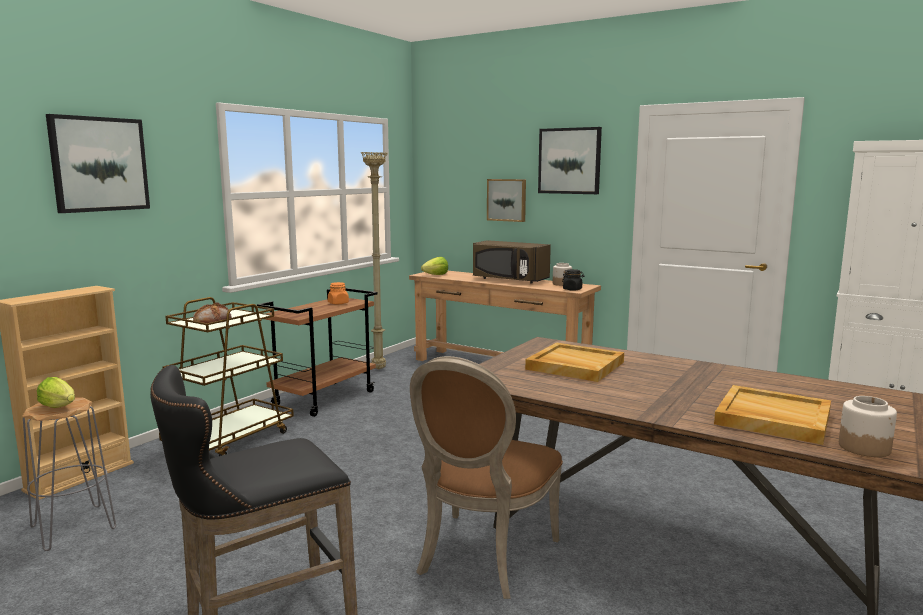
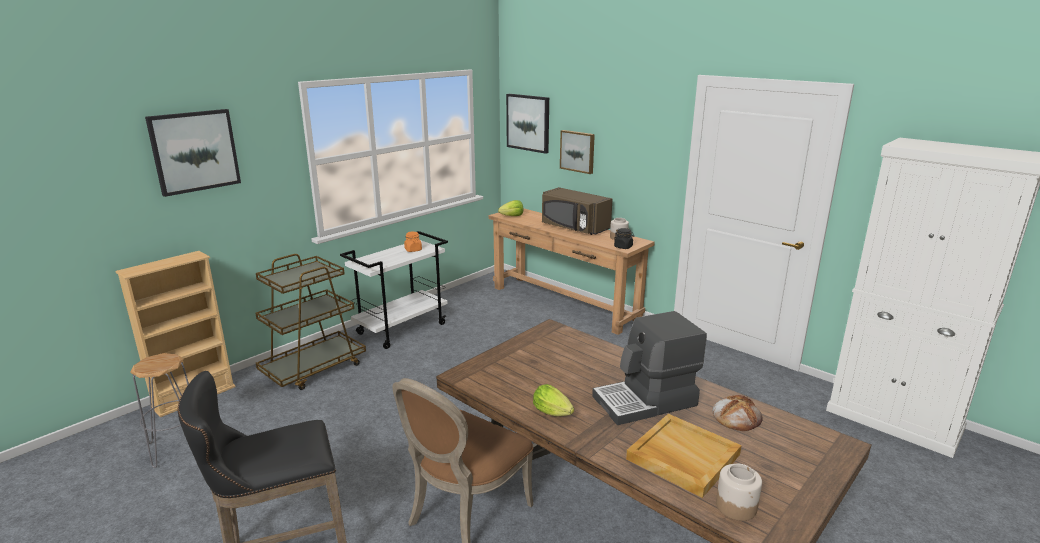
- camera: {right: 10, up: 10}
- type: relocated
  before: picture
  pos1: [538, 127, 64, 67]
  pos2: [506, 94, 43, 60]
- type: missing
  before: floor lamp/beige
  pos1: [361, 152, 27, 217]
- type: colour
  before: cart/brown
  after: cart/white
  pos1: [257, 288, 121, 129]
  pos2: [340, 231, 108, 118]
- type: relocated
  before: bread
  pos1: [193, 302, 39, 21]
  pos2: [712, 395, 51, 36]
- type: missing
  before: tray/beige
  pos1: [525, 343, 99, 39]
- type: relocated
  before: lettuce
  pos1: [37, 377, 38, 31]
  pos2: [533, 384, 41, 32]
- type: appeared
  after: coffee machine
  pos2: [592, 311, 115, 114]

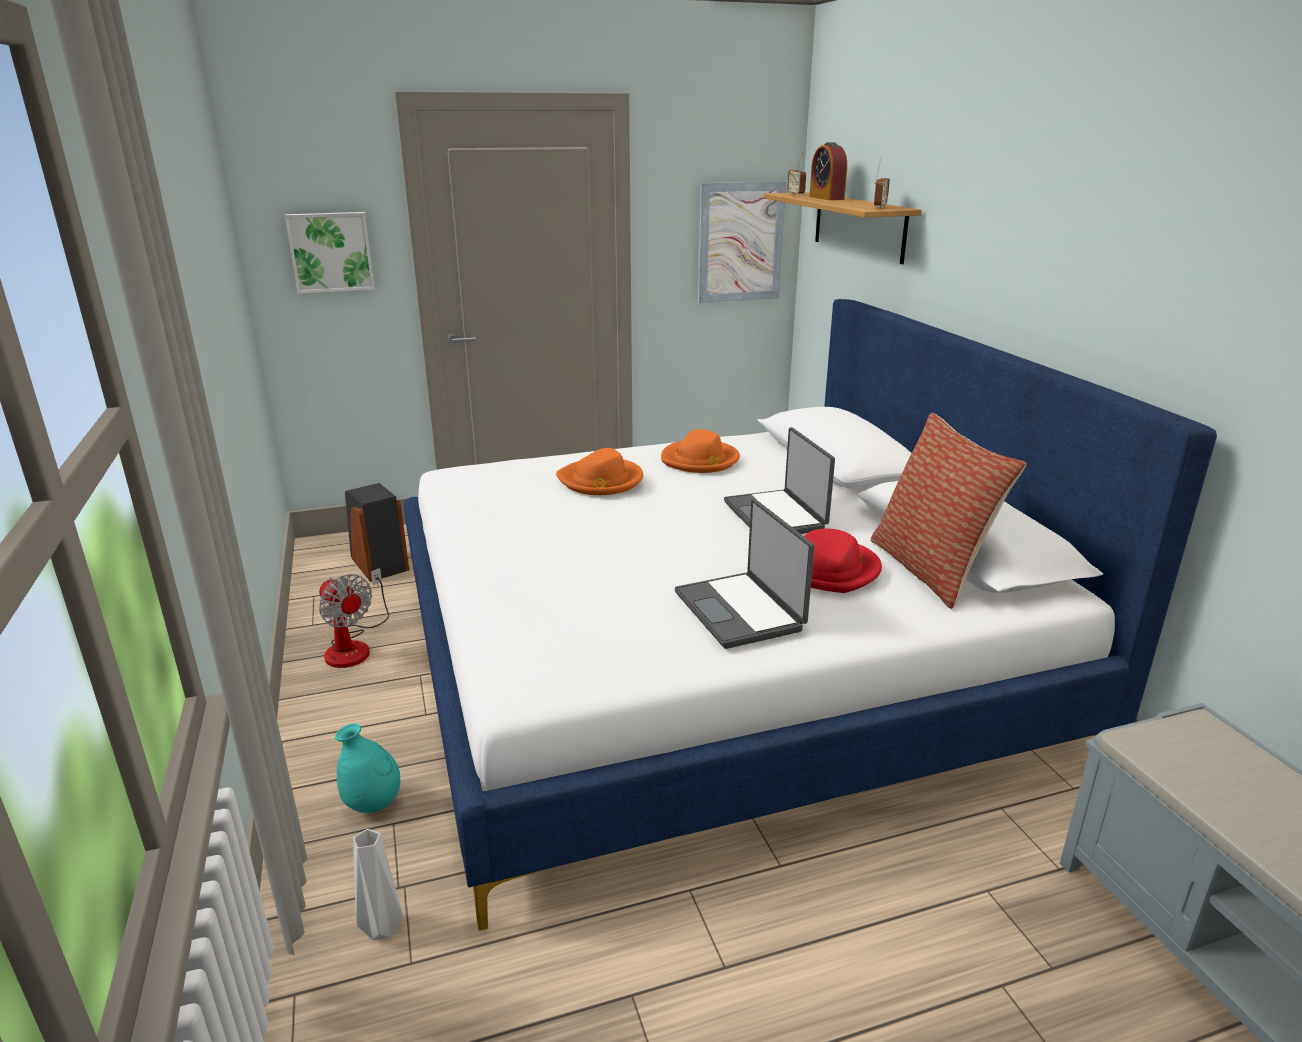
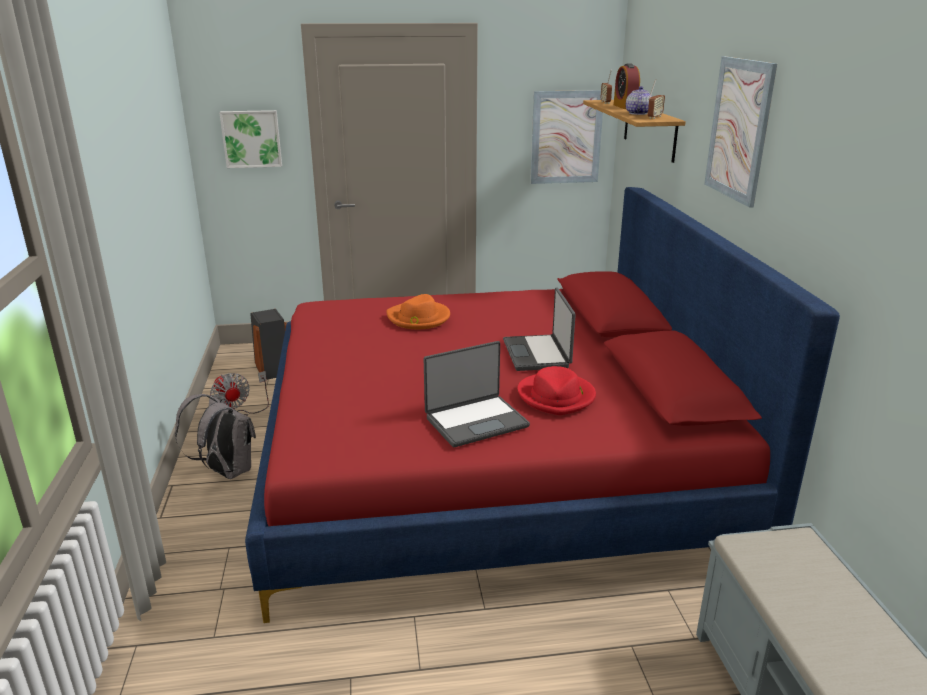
- camera: {right: 10, up: 0}
- type: colour
  before: bed/white
  after: bed/red
  pos1: [404, 299, 813, 632]
  pos2: [245, 187, 595, 436]
- type: missing
  before: pillow
  pos1: [871, 413, 155, 196]
- type: missing
  before: hat/orange
  pos1: [661, 429, 79, 44]
- type: spun
  before: laptop
  pos1: [675, 499, 139, 150]
  pos2: [424, 341, 106, 106]
  turn: -105
- type: missing
  before: vase/turquoise
  pos1: [335, 723, 65, 90]
- type: missing
  before: vase/grey
  pos1: [353, 829, 50, 111]
- type: appeared
  after: picture
  pos2: [704, 56, 73, 151]
- type: appeared
  after: teapot
  pos2: [626, 86, 26, 29]
- type: appeared
  after: backpack/grey
  pos2: [175, 394, 81, 85]

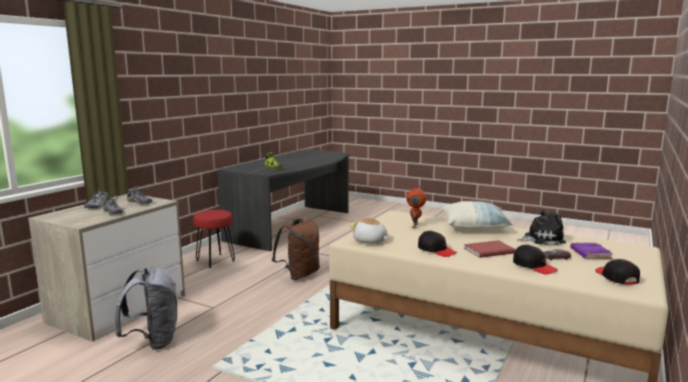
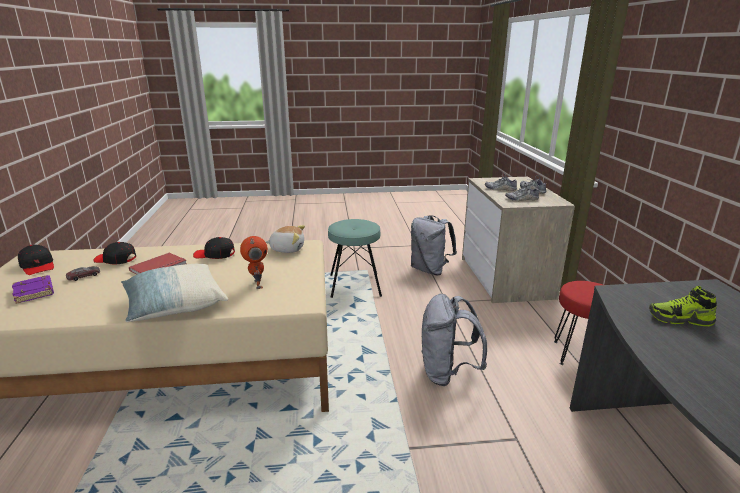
- camera: {right: 145, up: 10}
- type: missing
  before: plush toy
  pos1: [516, 210, 50, 35]
- type: colour
  before: backpack/brown
  after: backpack/grey
  pos1: [272, 219, 48, 61]
  pos2: [421, 294, 66, 92]
- type: appeared
  after: stool/turquoise
  pos2: [328, 219, 54, 79]

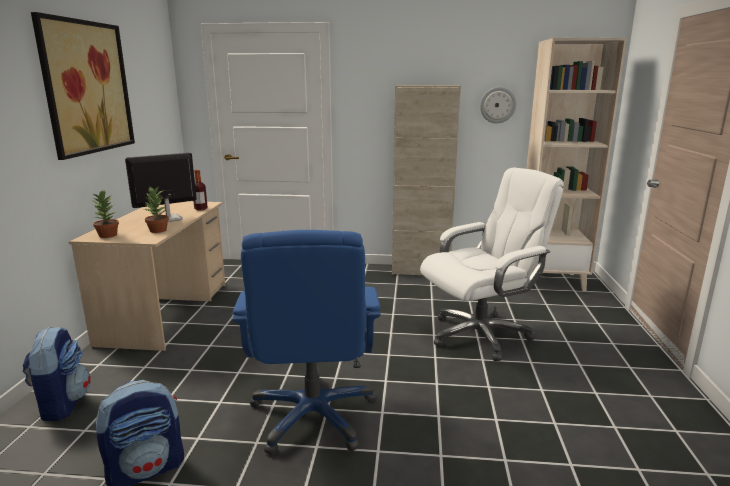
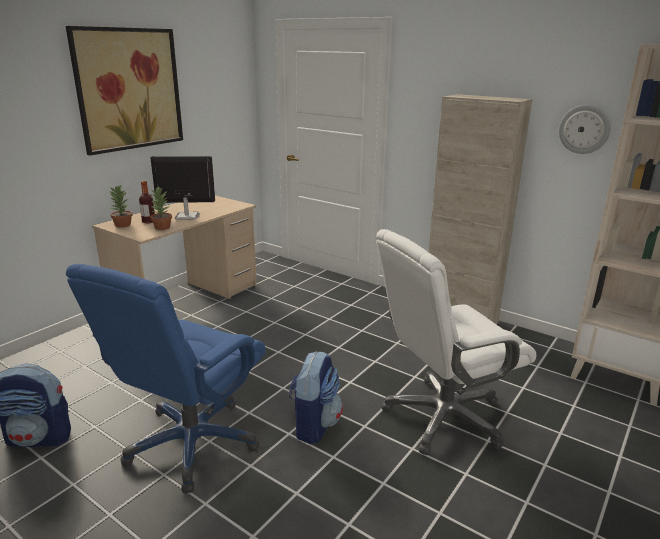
- camera: {right: 30, up: 5}
- type: spun
  before: office chair/white
  pos1: [420, 168, 144, 193]
  pos2: [376, 229, 160, 226]
  turn: 150
- type: relocated
  before: bottle
  pos1: [194, 170, 14, 40]
  pos2: [139, 181, 16, 43]
- type: relocated
  before: backpack
  pos1: [22, 327, 69, 94]
  pos2: [289, 351, 54, 93]

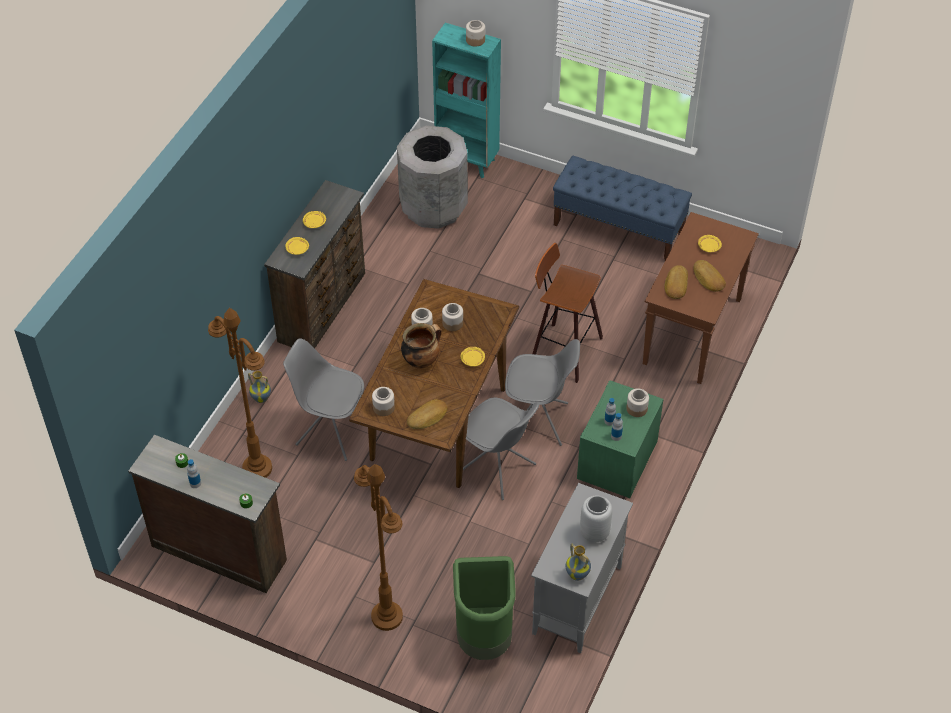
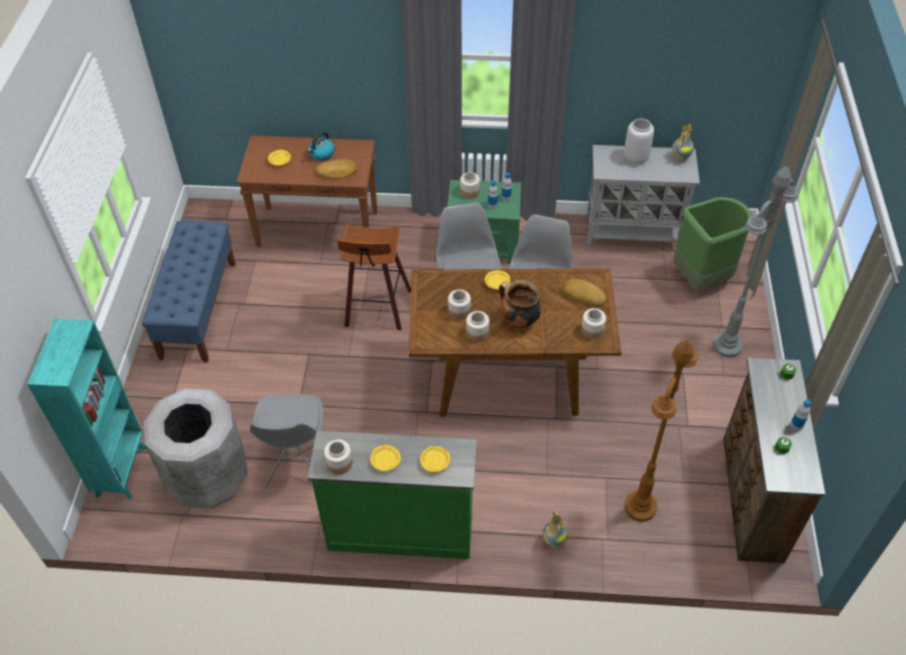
- camera: {right: -110, up: 0}
- type: relocated
  before: jar
  pos1: [466, 20, 19, 27]
  pos2: [324, 439, 29, 35]
- type: colour
  before: dresser/brown
  after: dresser/green
  pos1: [264, 180, 101, 168]
  pos2: [308, 431, 169, 128]
- type: exchanged
  before: bread
  after: kettle
  pos1: [693, 260, 33, 32]
  pos2: [308, 131, 27, 30]
- type: relocated
  before: chair/grey
  pos1: [283, 338, 81, 123]
  pos2: [250, 394, 73, 95]
- type: colour
  before: floor lamp/brown
  after: floor lamp/grey
  pos1: [354, 464, 49, 167]
  pos2: [713, 166, 85, 191]

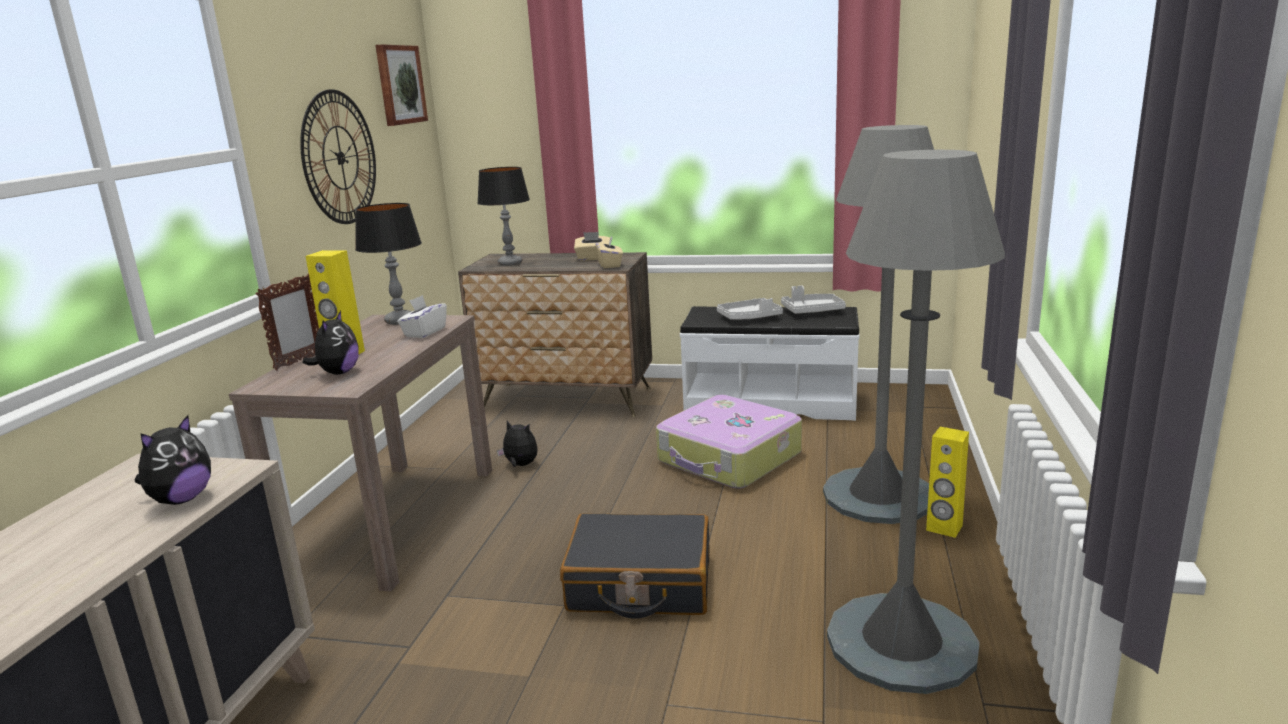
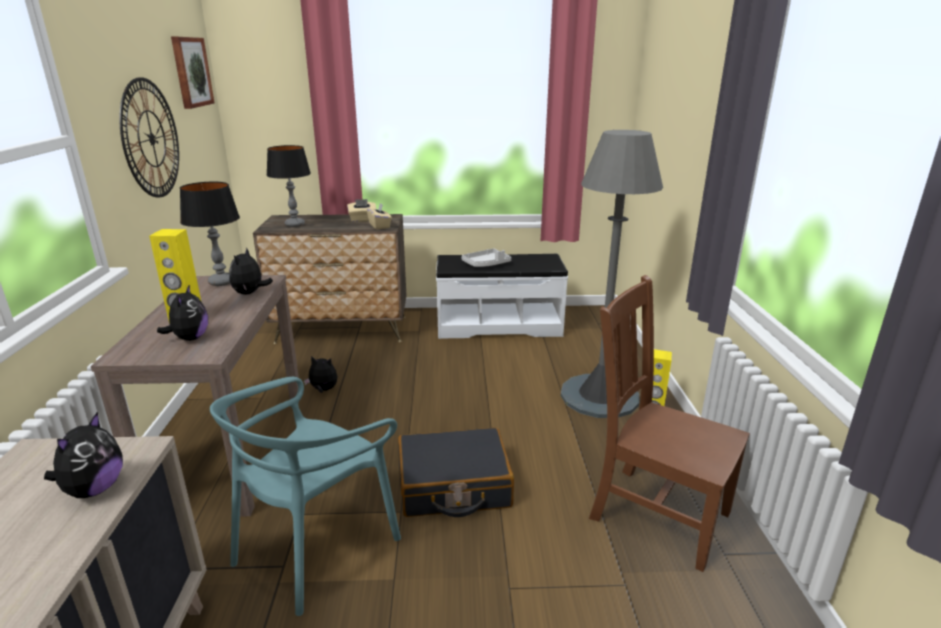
- camera: {right: -15, up: 5}
- type: exchanged
  before: floor lamp/grey
  after: chair/brown
  pos1: [827, 150, 178, 544]
  pos2: [589, 275, 161, 297]
- type: missing
  before: picture frame
  pos1: [255, 273, 64, 97]
- type: missing
  before: tray/grey
  pos1: [781, 286, 65, 28]
- type: exchanged
  before: tissue box/white
  after: plush toy
  pos1: [397, 295, 50, 43]
  pos2: [229, 247, 44, 48]
- type: missing
  before: suitcase
  pos1: [656, 395, 146, 94]
- type: appeared
  after: chair/turquoise
  pos2: [210, 377, 191, 239]

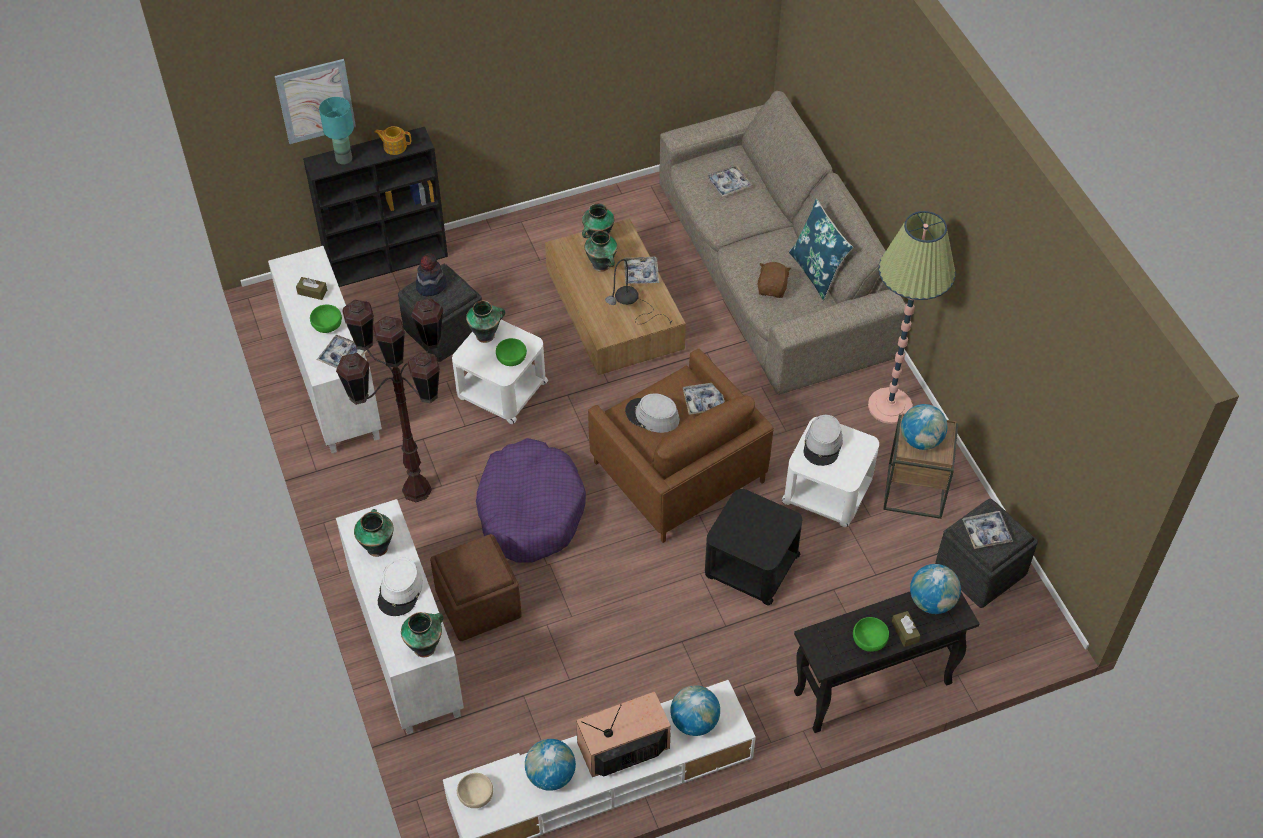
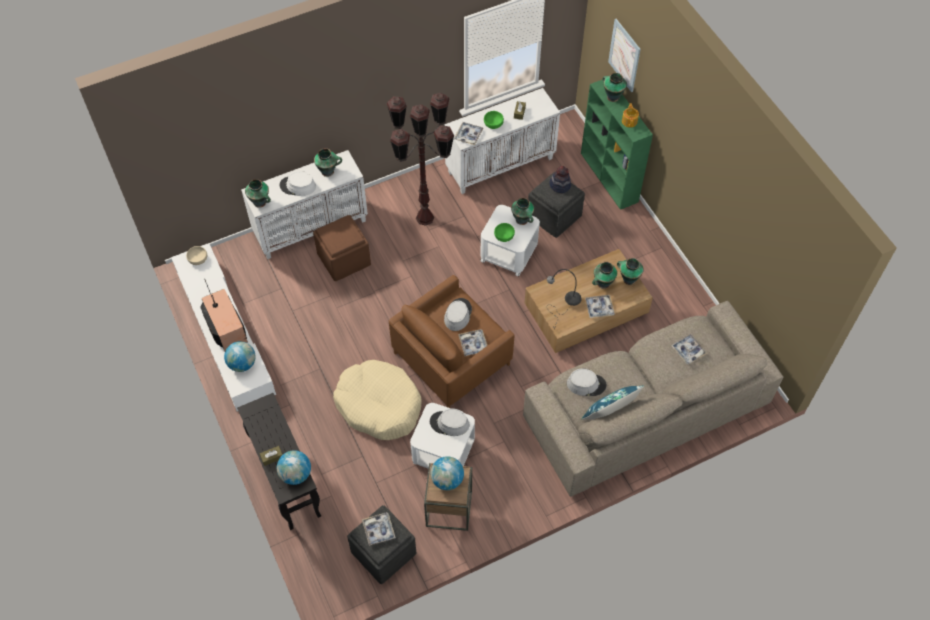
- camera: {right: 85, up: 5}
- type: exchanged
  before: table lamp/turquoise
  after: vase
  pos1: [319, 97, 35, 67]
  pos2: [603, 73, 24, 29]
- type: colour
  before: bookcase/black
  after: bookcase/green
  pos1: [303, 127, 145, 160]
  pos2: [581, 79, 72, 131]
- type: missing
  before: floor lamp
  pos1: [868, 211, 87, 213]
- type: exchanged
  before: plush toy/brown
  after: hat/grey
  pos1: [758, 262, 33, 36]
  pos2: [567, 369, 40, 27]
- type: missing
  before: dog bed/purple
  pos1: [476, 438, 110, 125]
- type: exchanged
  before: side table/black
  after: dog bed/beige
  pos1: [705, 489, 97, 116]
  pos2: [333, 360, 89, 80]
- type: missing
  before: bowl/green
  pos1: [853, 617, 36, 35]
- type: missing
  before: globe
  pos1: [525, 739, 51, 52]

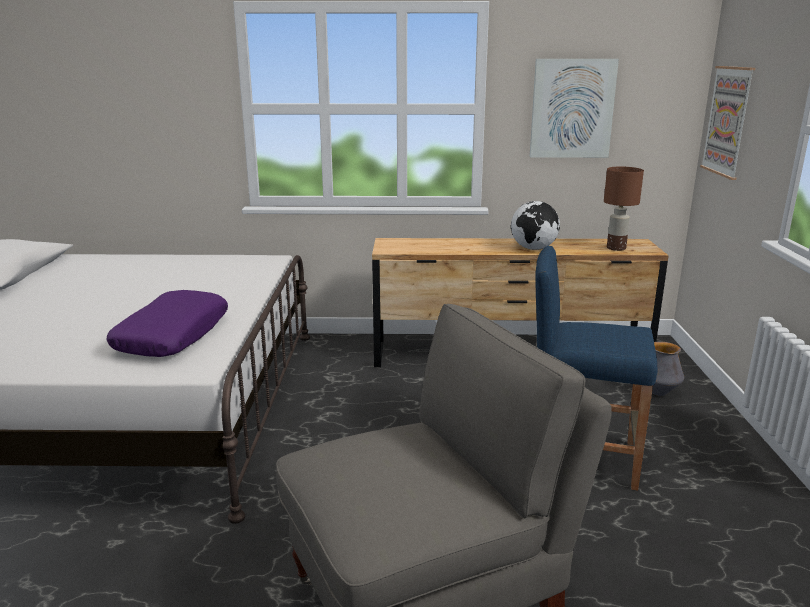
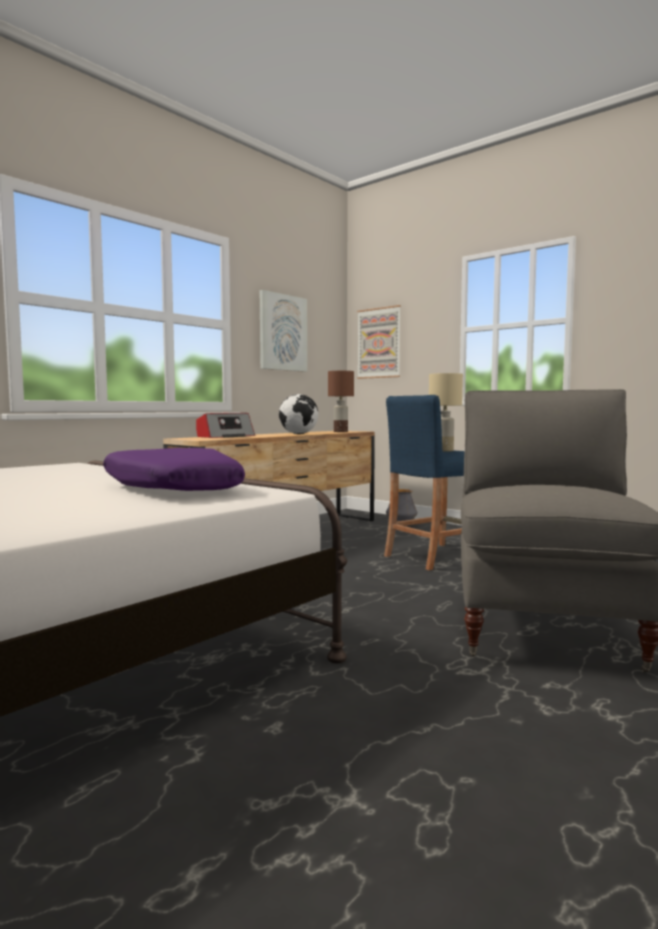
- camera: {right: -50, up: -15}
- type: appeared
  after: table lamp/beige
  pos2: [429, 373, 34, 79]
- type: appeared
  after: radio
  pos2: [196, 413, 59, 25]

